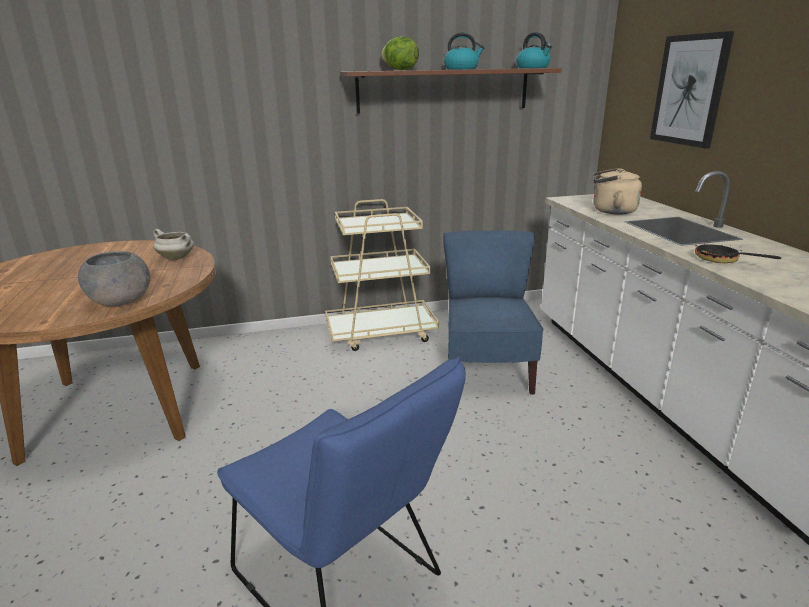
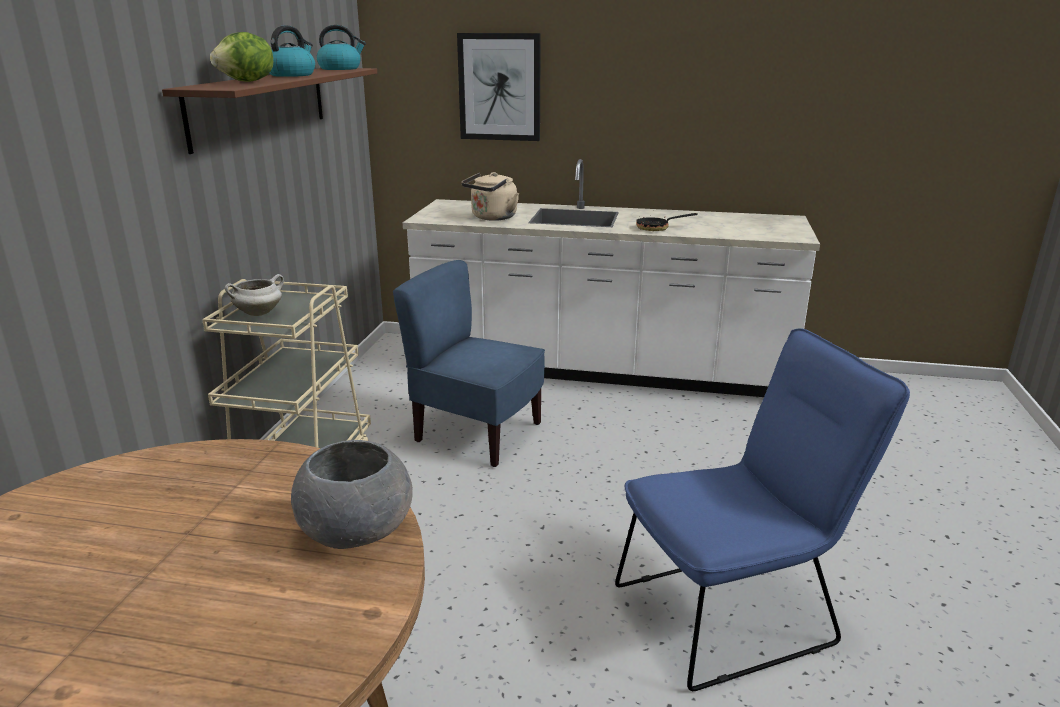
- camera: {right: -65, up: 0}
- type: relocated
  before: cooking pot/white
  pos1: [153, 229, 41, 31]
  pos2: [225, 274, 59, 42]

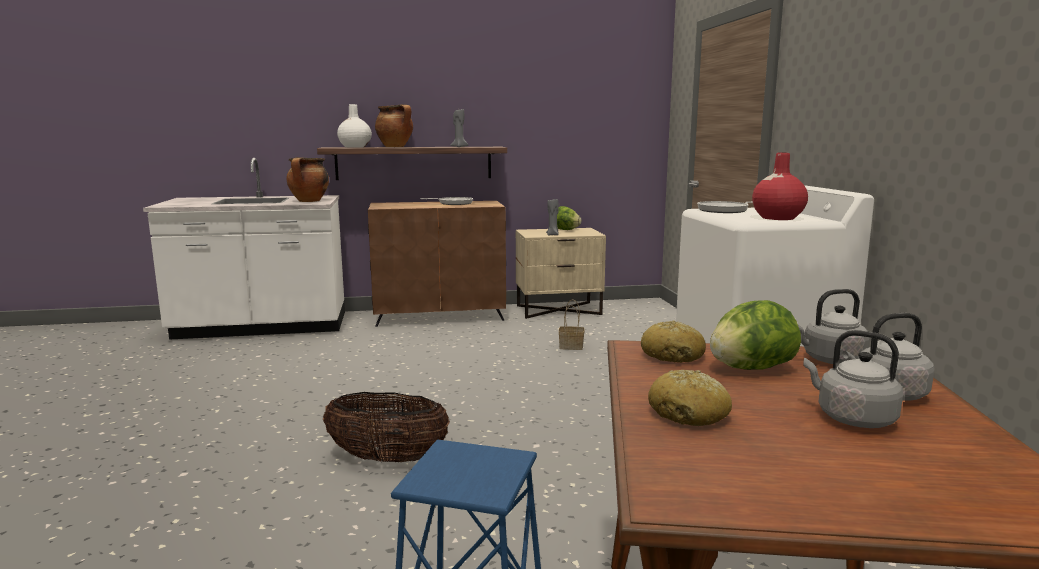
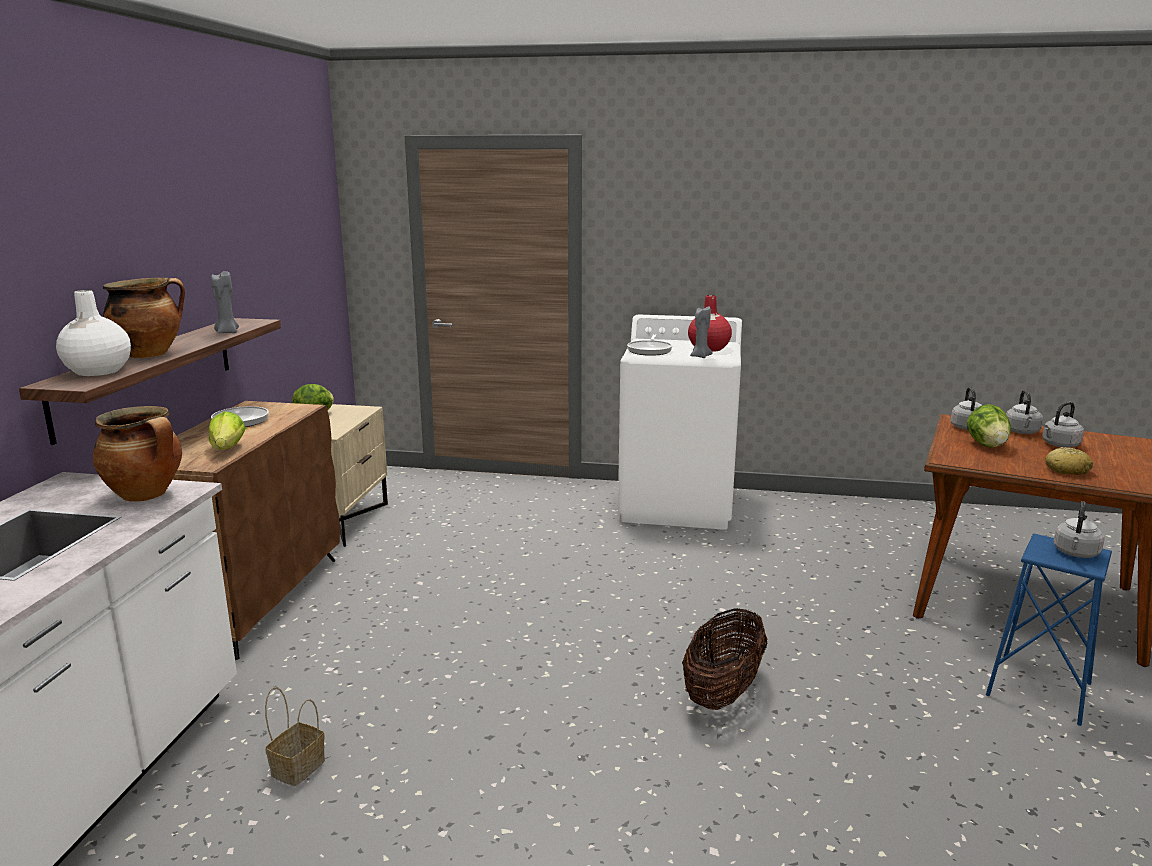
- camera: {right: -70, up: 5}
- type: relocated
  before: candle/grey
  pos1: [546, 199, 13, 37]
  pos2: [690, 306, 23, 52]
- type: relocated
  before: basket
  pos1: [559, 299, 25, 51]
  pos2: [265, 687, 60, 99]
- type: missing
  before: bread
  pos1: [641, 320, 65, 43]
- type: appeared
  after: lettuce
  pos2: [209, 411, 37, 39]
- type: appeared
  after: kettle/grey
  pos2: [1053, 501, 52, 57]

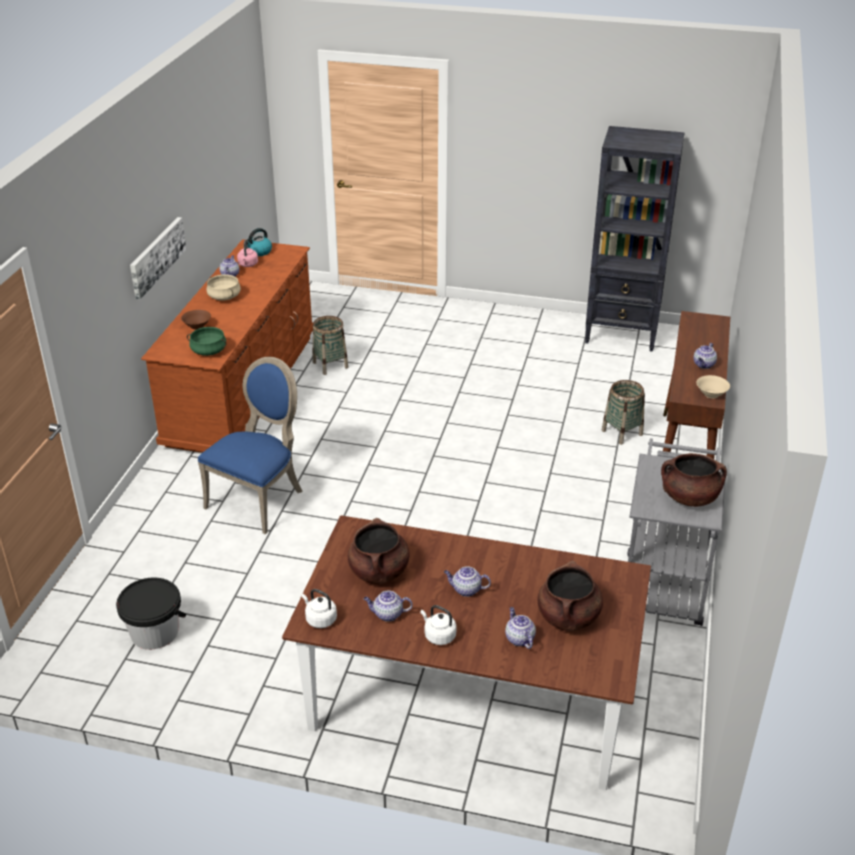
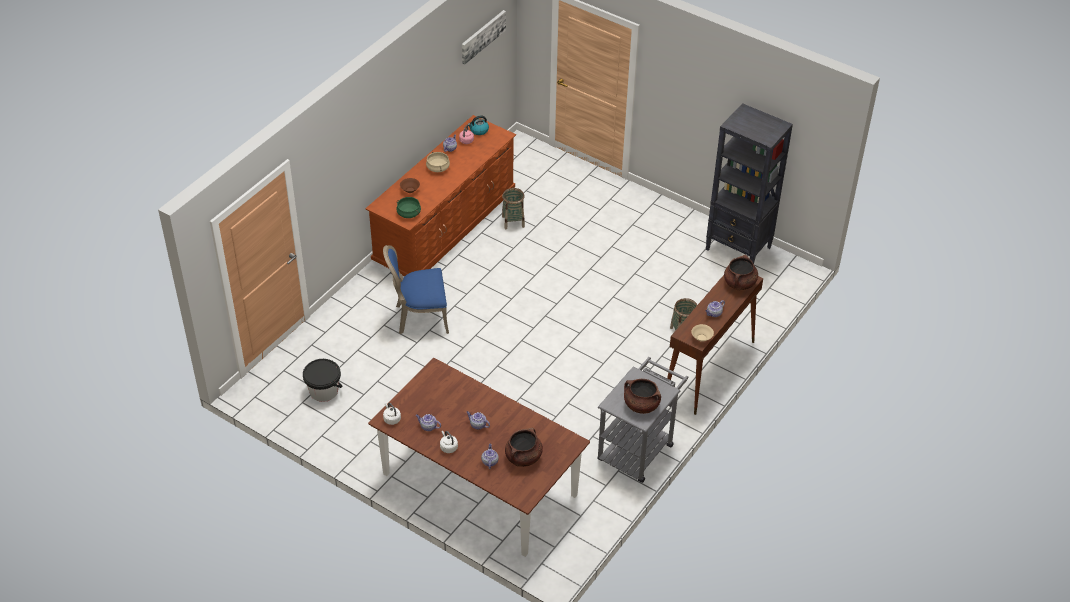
- camera: {right: 20, up: 10}
- type: relocated
  before: picture
  pos1: [130, 217, 56, 82]
  pos2: [462, 10, 44, 55]
- type: spun
  before: chair/blue
  pos1: [198, 357, 105, 178]
  pos2: [383, 245, 66, 89]
  turn: -150
- type: relocated
  before: cooking pot/brown
  pos1: [348, 518, 62, 66]
  pos2: [724, 255, 34, 35]

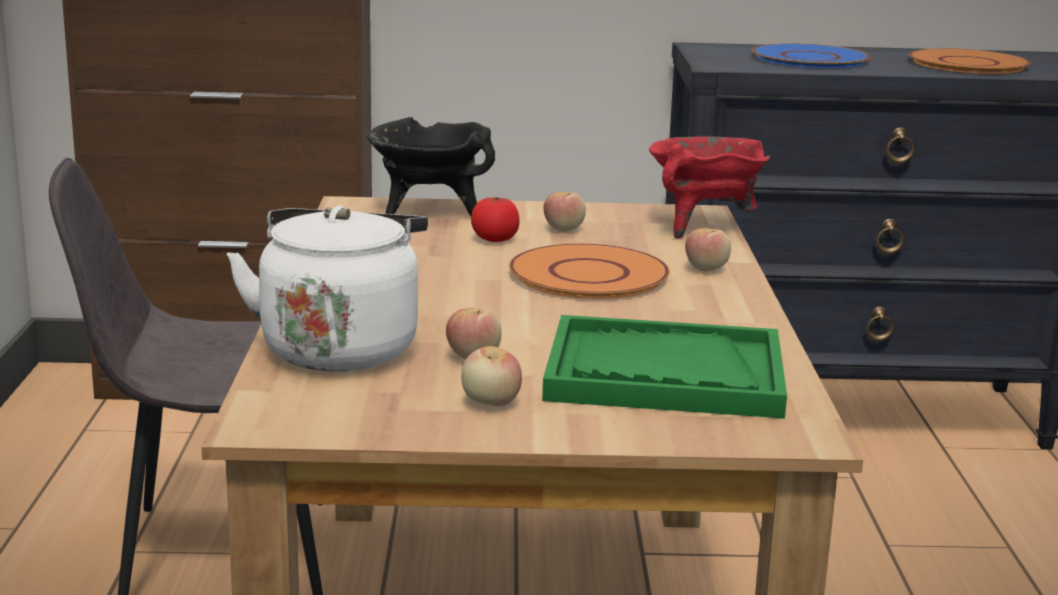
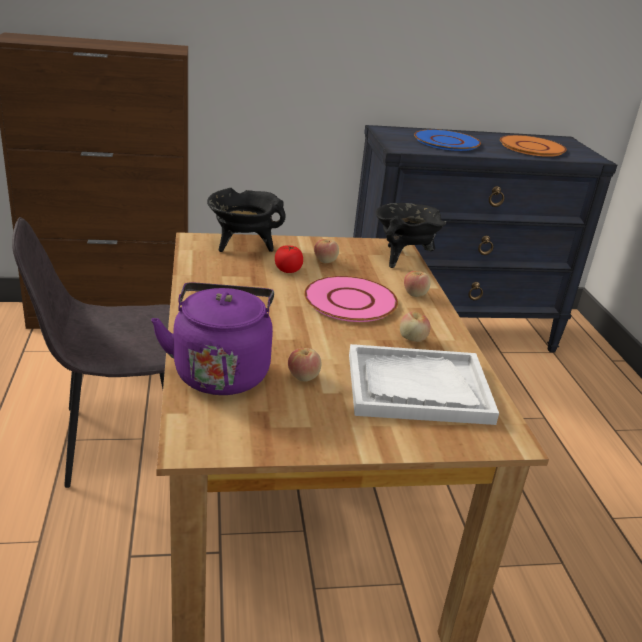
- camera: {right: -10, up: 10}
- type: colour
  before: cooking pot/red
  after: cooking pot/black
  pos1: [649, 136, 121, 102]
  pos2: [376, 203, 70, 65]
- type: colour
  before: kettle/white
  after: kettle/purple
  pos1: [227, 206, 201, 165]
  pos2: [151, 282, 123, 113]
- type: colour
  before: plate/orange
  after: plate/pink
  pos1: [509, 244, 160, 55]
  pos2: [304, 276, 94, 46]
- type: colour
  before: tray/green
  after: tray/white
  pos1: [542, 315, 245, 104]
  pos2: [349, 344, 150, 81]
- type: relocated
  before: apple
  pos1: [461, 346, 61, 60]
  pos2: [400, 311, 30, 31]

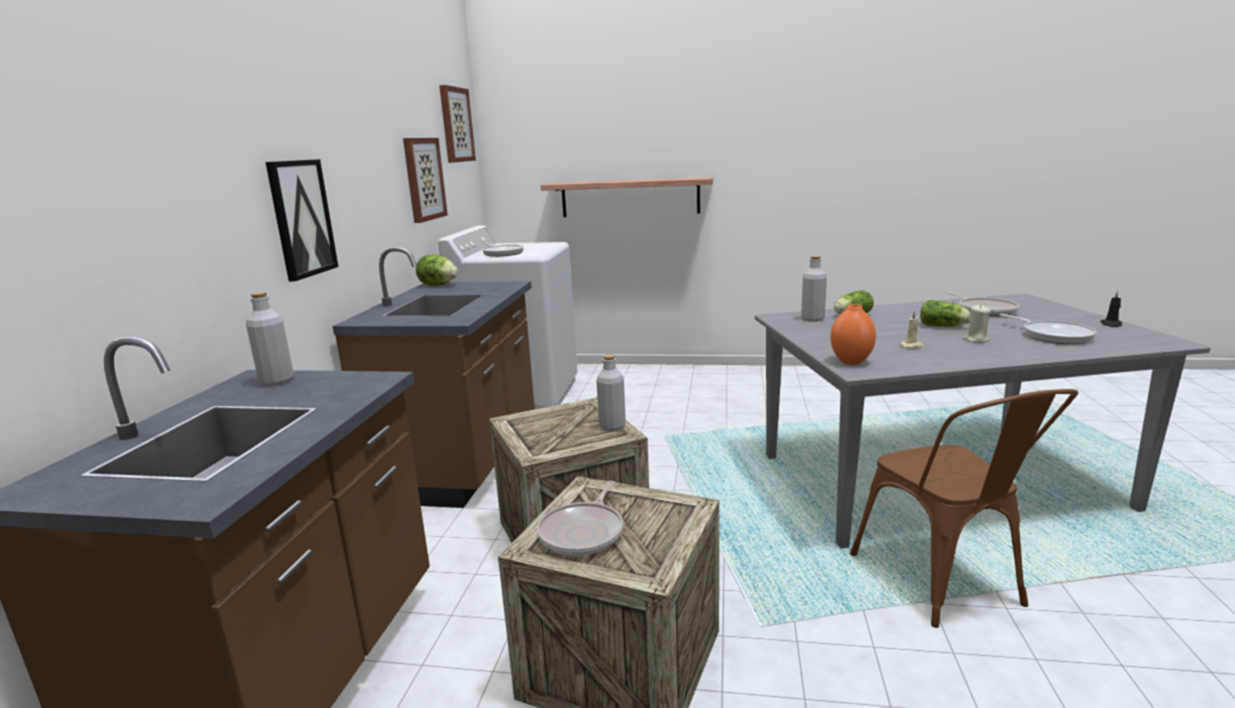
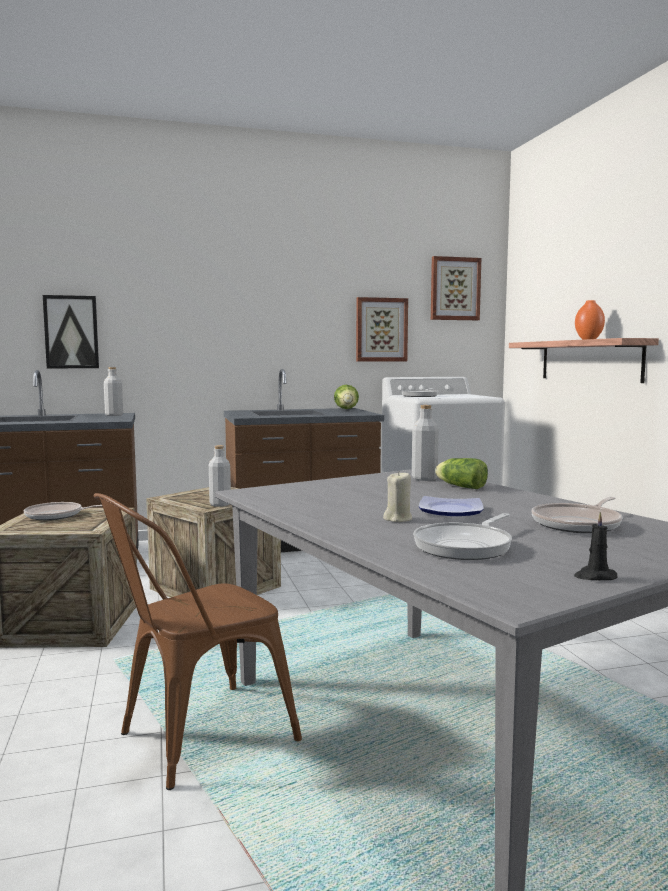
- camera: {right: 65, up: -10}
- type: relocated
  before: picture
  pos1: [266, 159, 72, 122]
  pos2: [43, 295, 56, 73]
- type: exchanged
  before: lettuce
  after: plate
  pos1: [920, 300, 50, 27]
  pos2: [419, 496, 64, 20]
- type: relocated
  before: vase/orange
  pos1: [830, 304, 46, 61]
  pos2: [575, 300, 30, 40]
- type: missing
  before: candle/beige
  pos1: [900, 311, 24, 37]

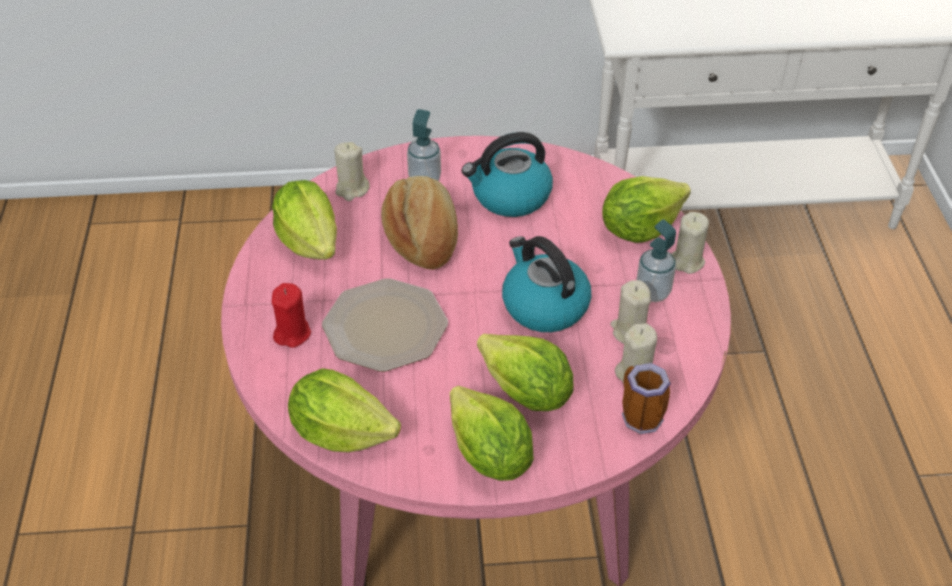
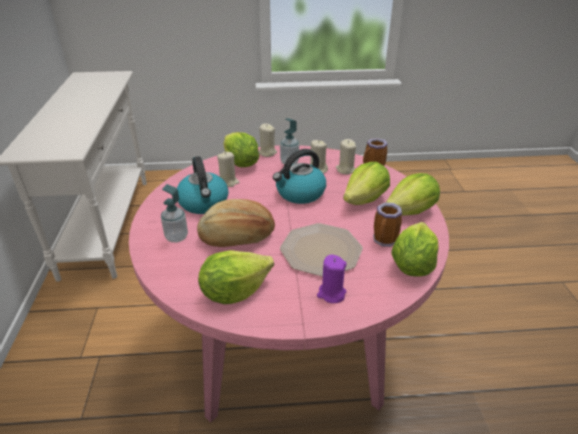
- camera: {right: -90, up: -10}
- type: relocated
  before: candle/beige
  pos1: [334, 142, 36, 59]
  pos2: [217, 152, 22, 35]
- type: colour
  before: candle/red
  after: candle/purple
  pos1: [272, 283, 39, 65]
  pos2: [317, 254, 30, 49]
- type: appeared
  after: mug
  pos2: [373, 202, 29, 45]

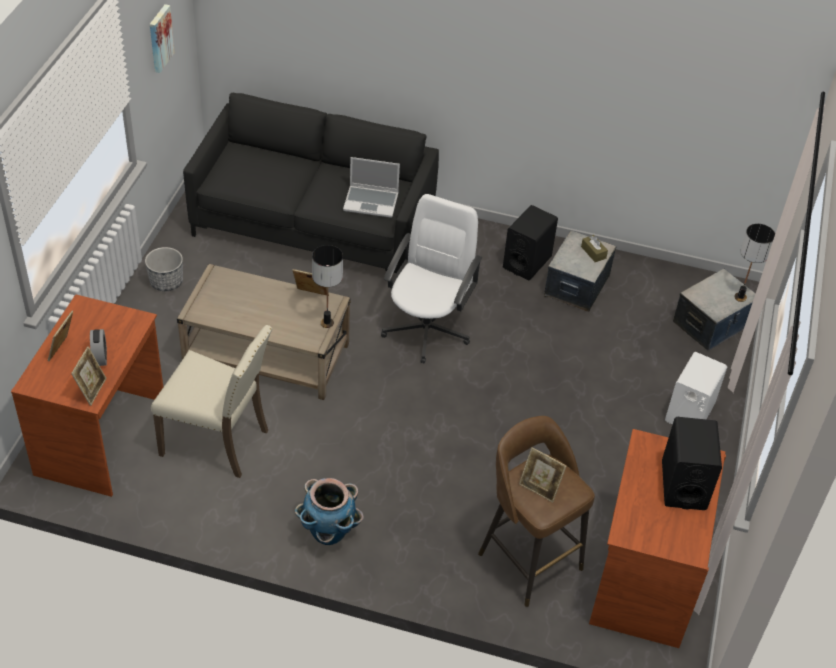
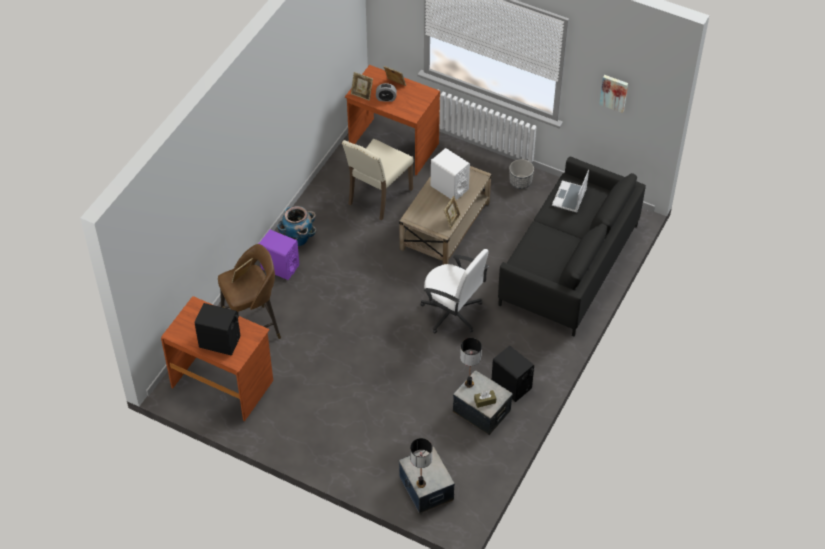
- camera: {right: 105, up: 5}
- type: relocated
  before: laptop
  pos1: [343, 157, 57, 61]
  pos2: [552, 170, 37, 43]
- type: relocated
  before: table lamp
  pos1: [312, 245, 31, 83]
  pos2: [460, 338, 22, 50]
- type: relocated
  before: speaker/white
  pos1: [665, 352, 62, 73]
  pos2: [431, 148, 39, 52]
- type: appeared
  after: speaker/purple
  pos2: [258, 230, 41, 50]

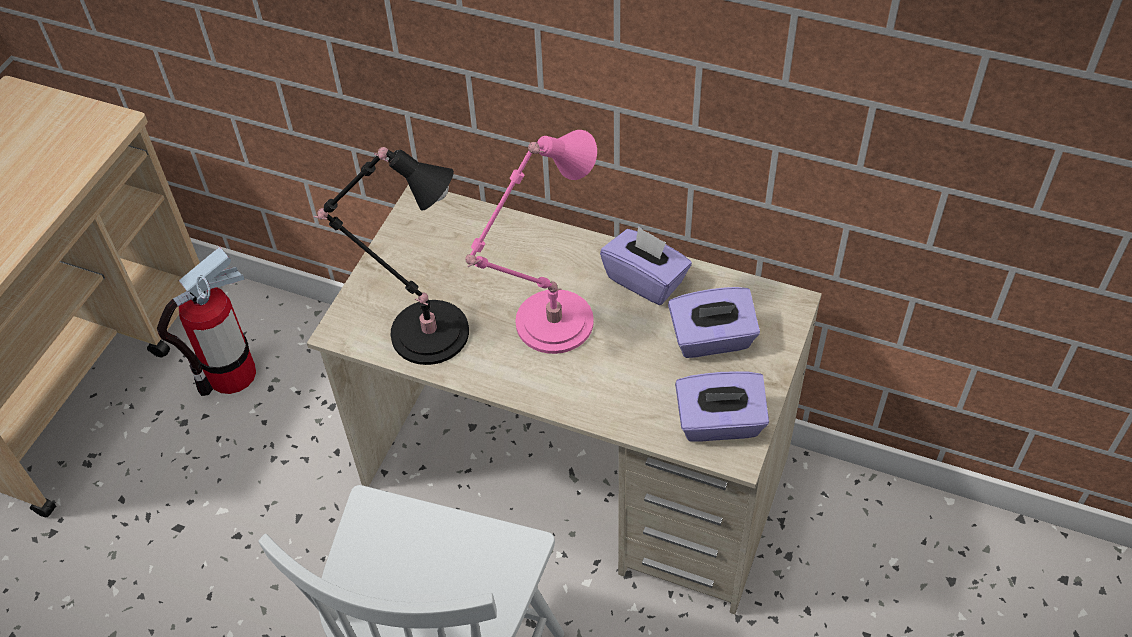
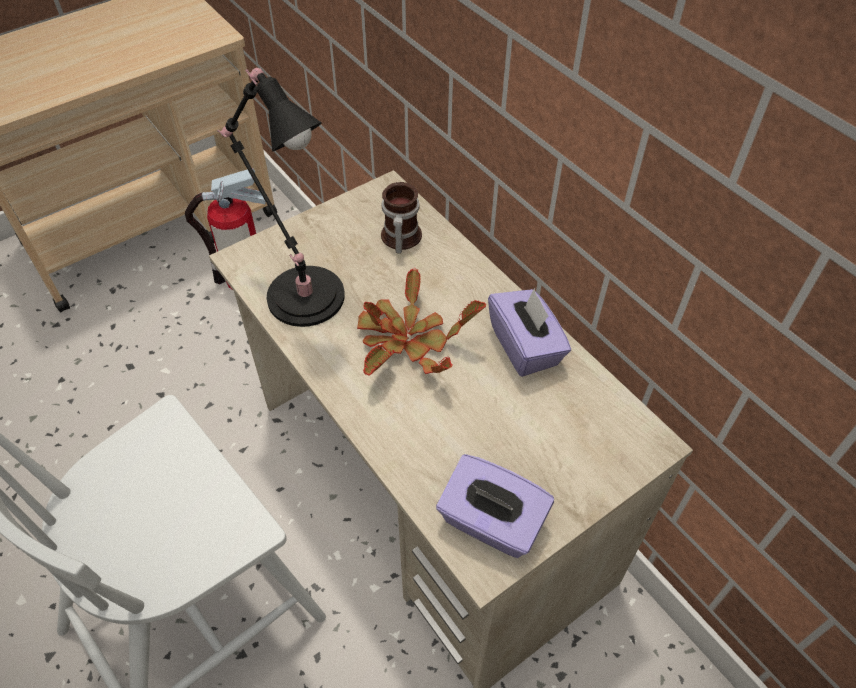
- camera: {right: 30, up: 0}
- type: exchanged
  before: table lamp/pink
  after: potted plant
  pos1: [465, 130, 132, 224]
  pos2: [357, 268, 129, 108]
- type: missing
  before: tissue box/purple
  pos1: [668, 287, 92, 71]
- type: appeared
  after: mug
  pos2: [381, 182, 41, 71]

